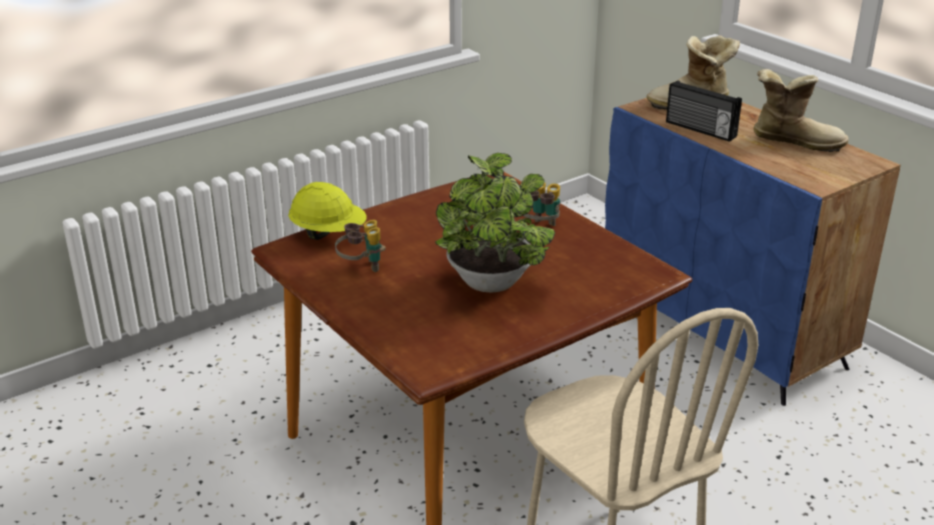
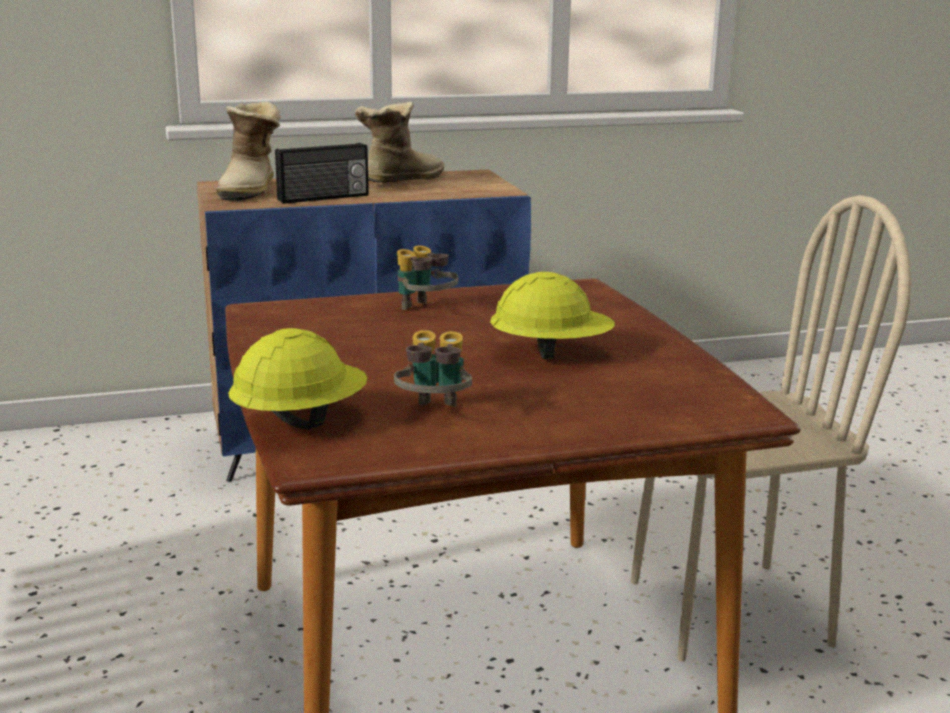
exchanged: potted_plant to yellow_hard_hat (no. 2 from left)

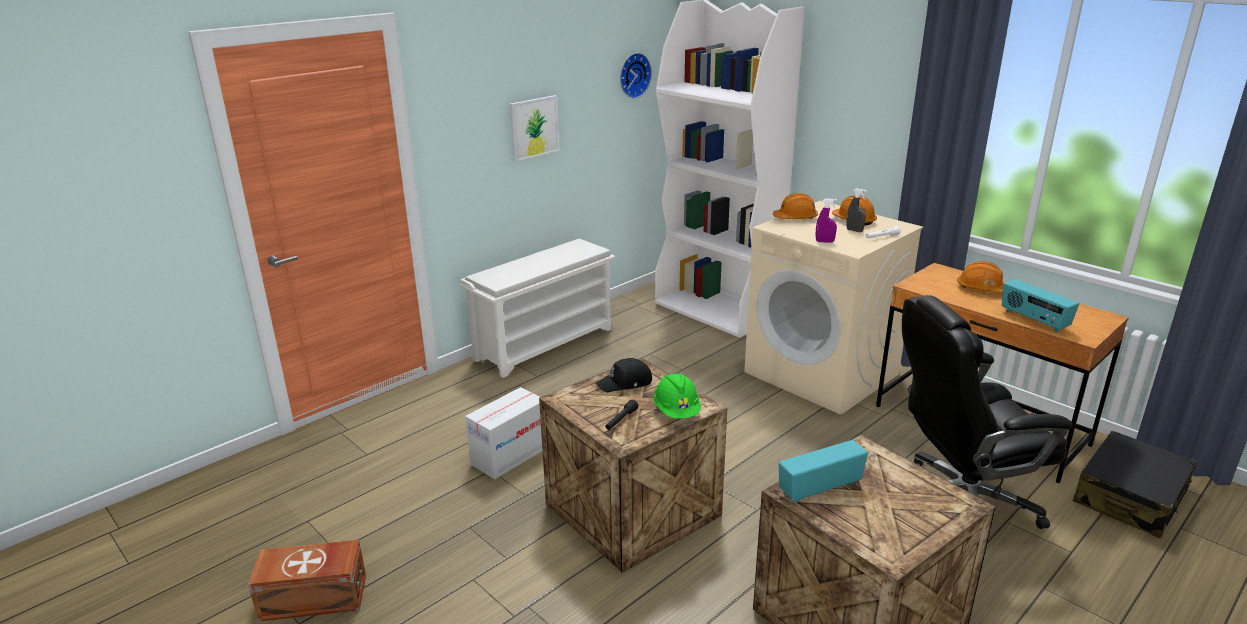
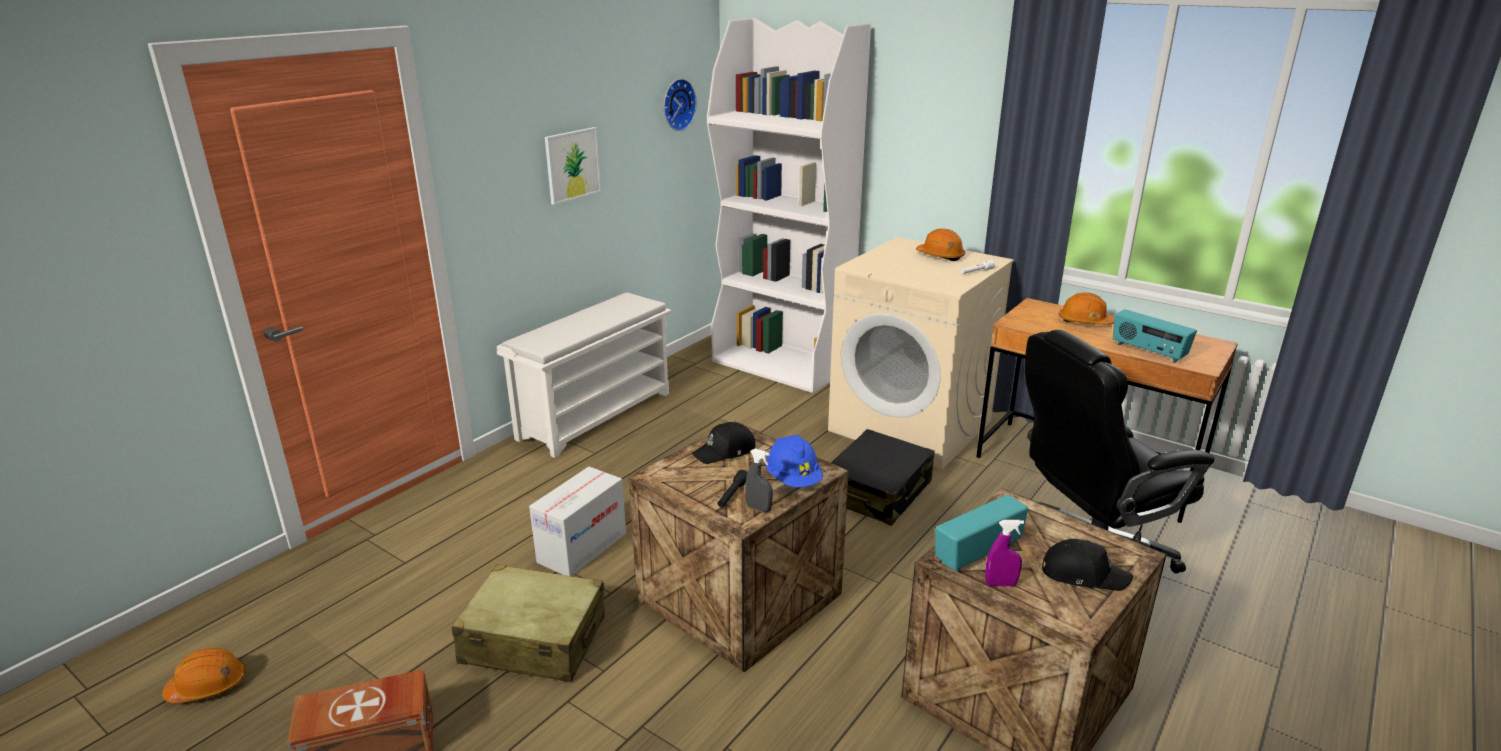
appeared: black_cap (no. 2 from left); beige_suitcase
relocated: grey_spray_bottle; orange_hard_hat (no. 1 from left); purple_spray_bottle; black_suitcase
colour: green_hard_hat to blue_hard_hat

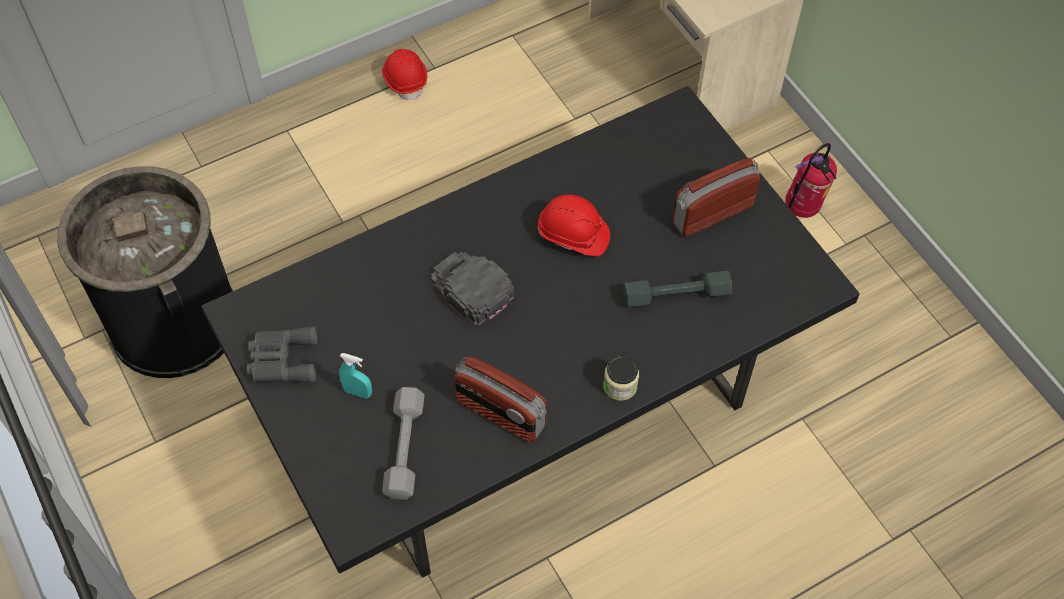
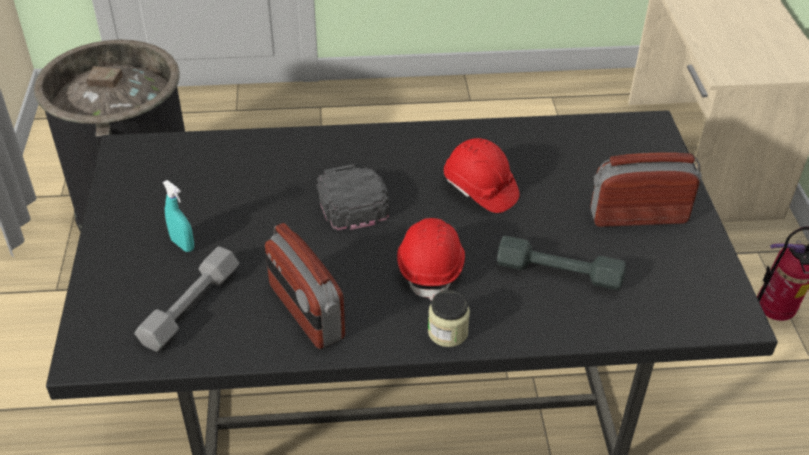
missing: grey_binoculars
relocated: red_hard_hat (no. 1 from left)

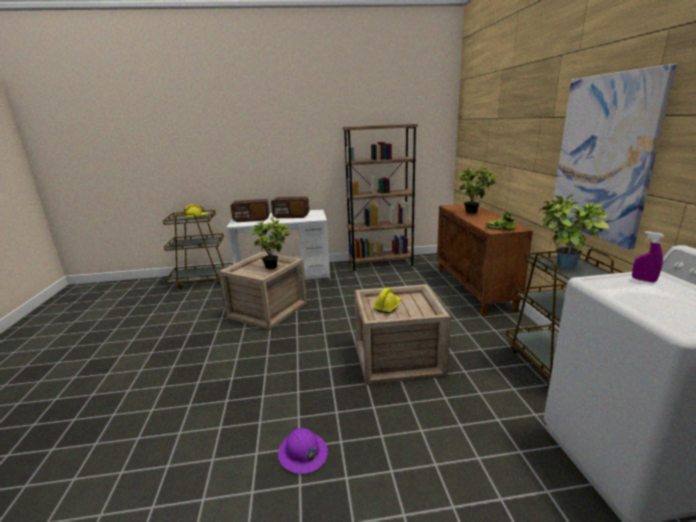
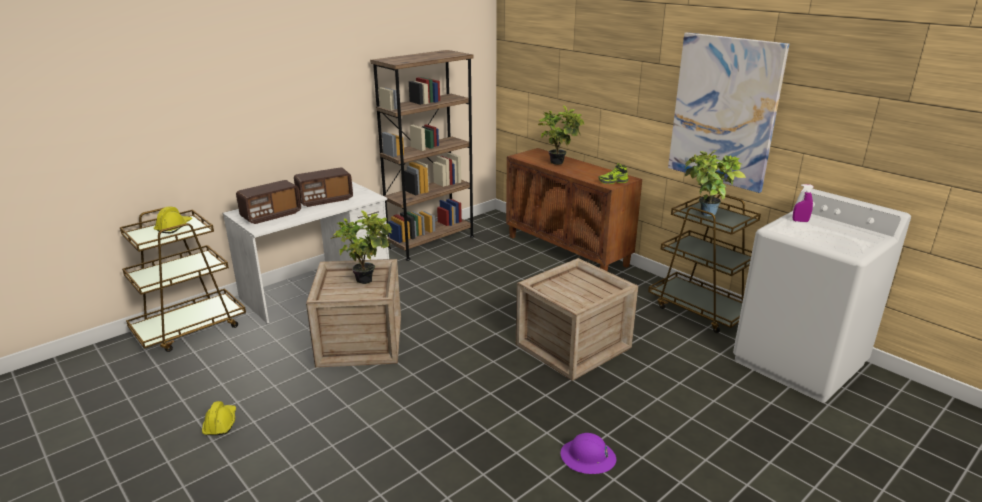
relocated: yellow_hard_hat (no. 2 from left)

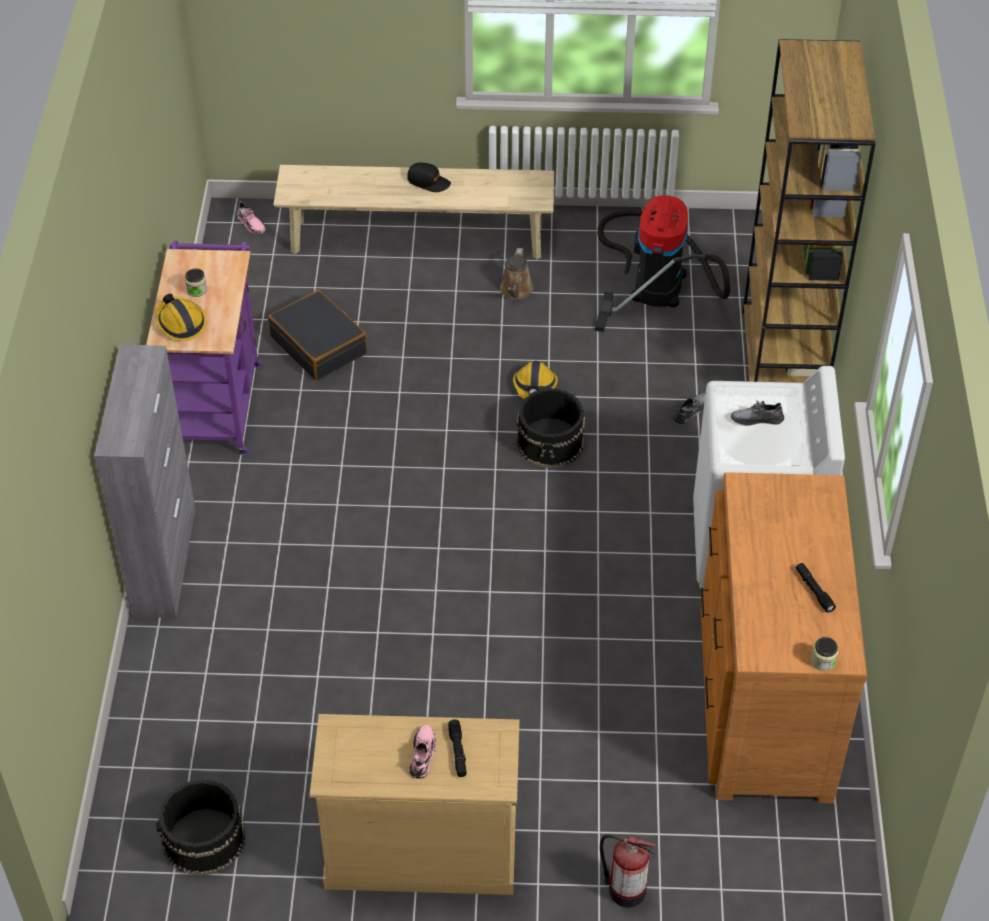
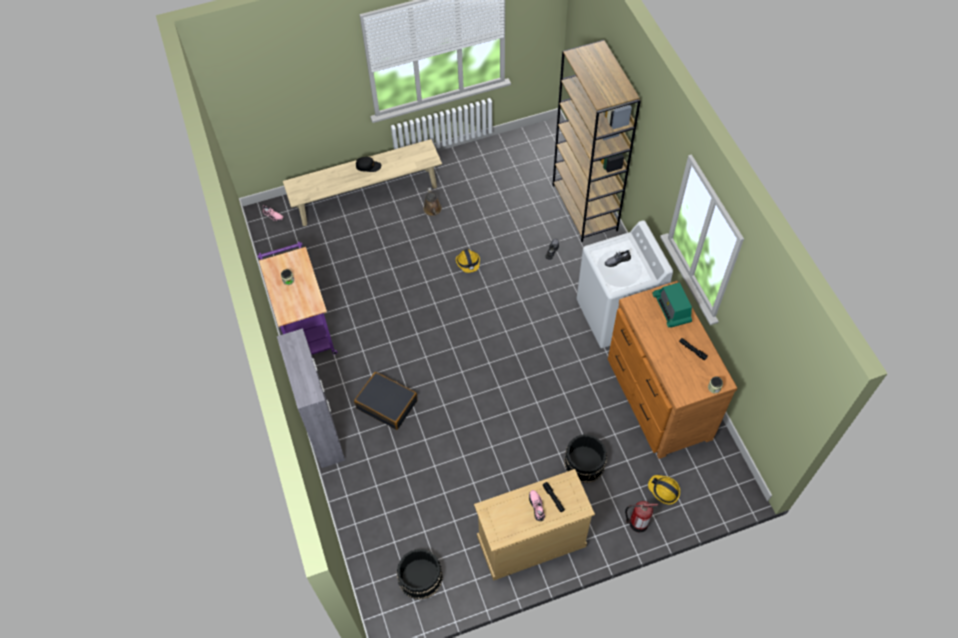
missing: vacuum_cleaner
appeared: radio
relocated: black_suitcase; hard_hat (no. 1 from left in the first image) to hard_hat (no. 2 from left); black_bucket (no. 2 from left)

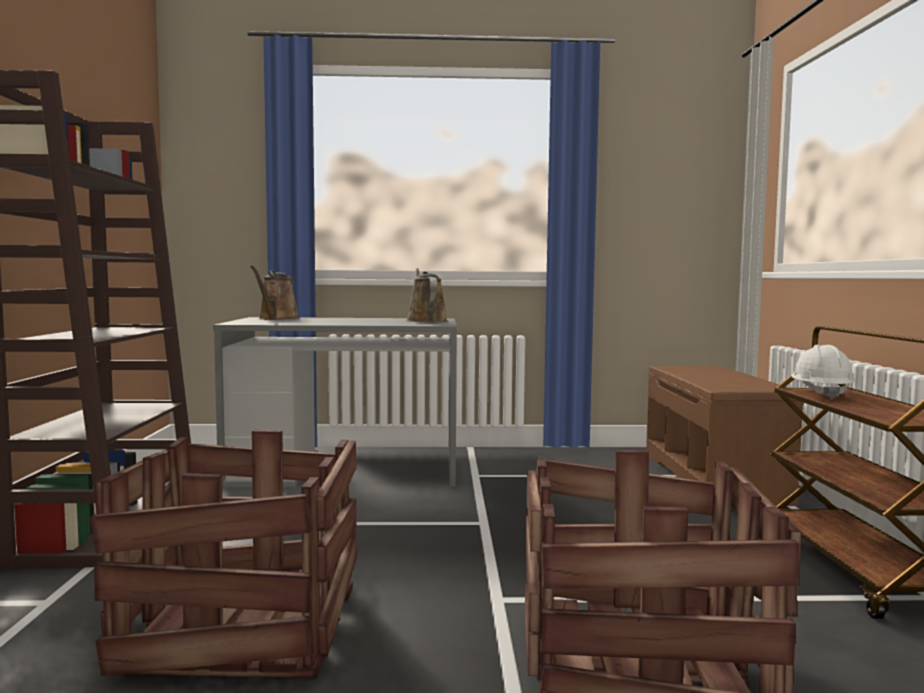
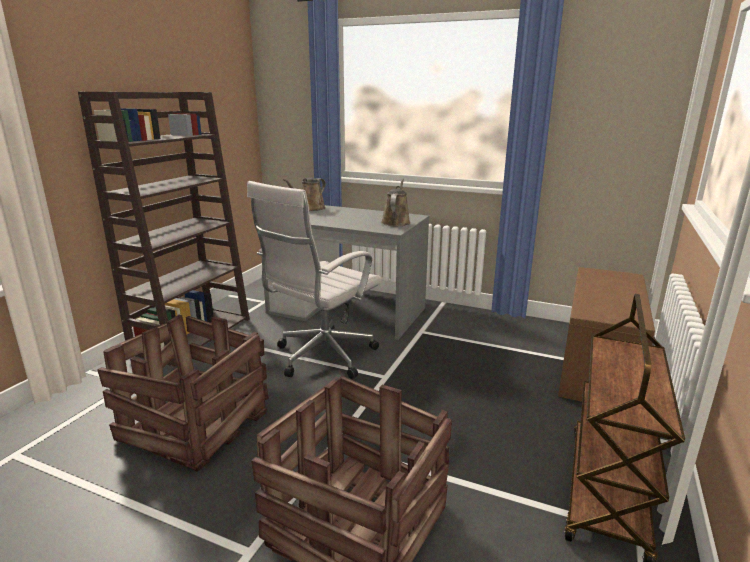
missing: white_hard_hat
appeared: white_office_chair

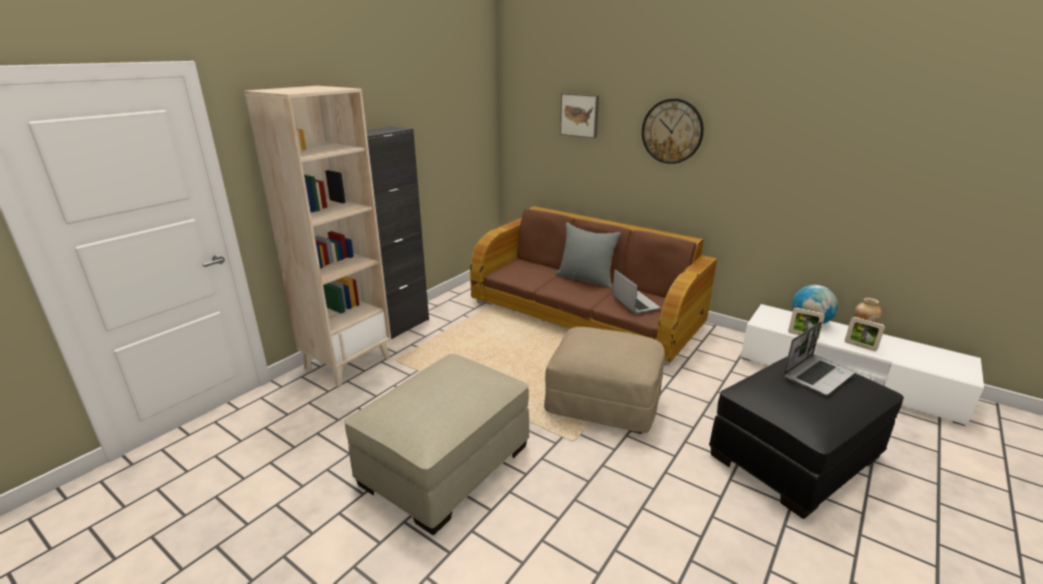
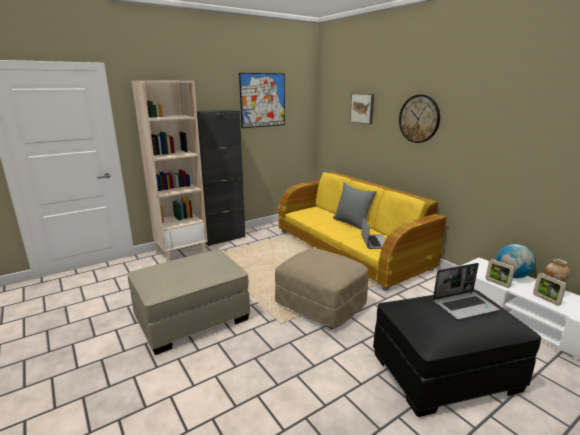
appeared: picture (no. 1 from left)
colour: brown_sofa to yellow_sofa

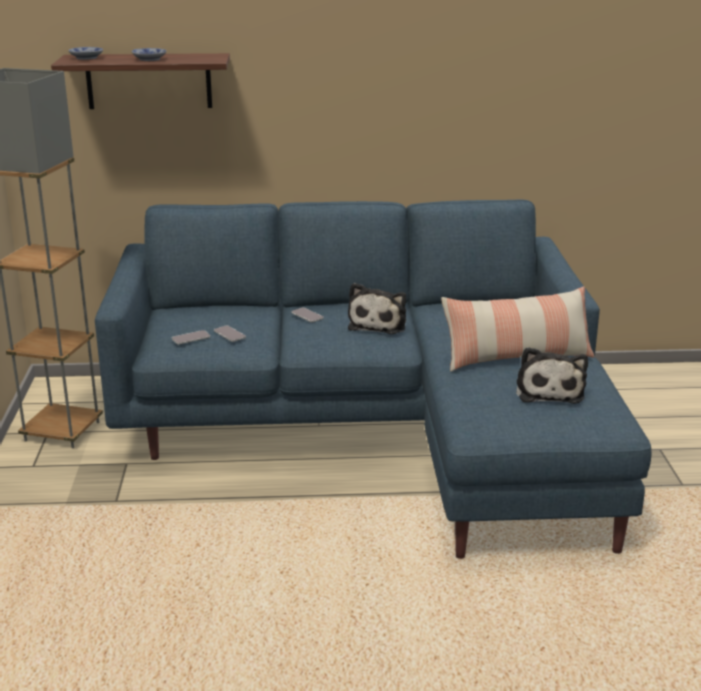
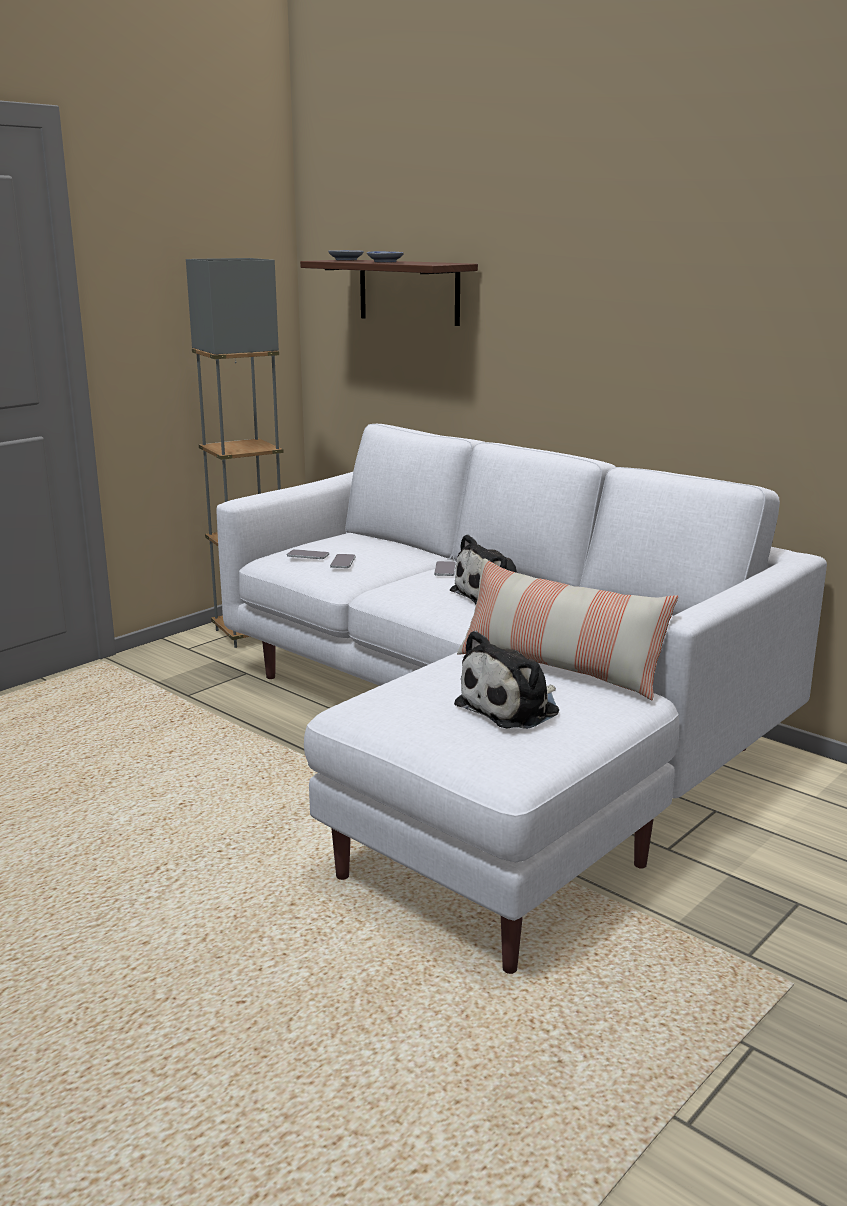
colour: blue_sofa to white_sofa

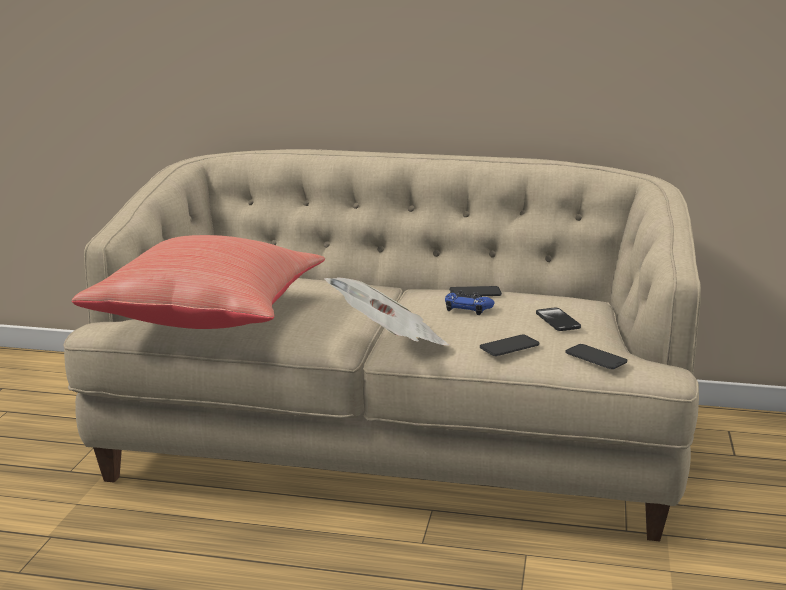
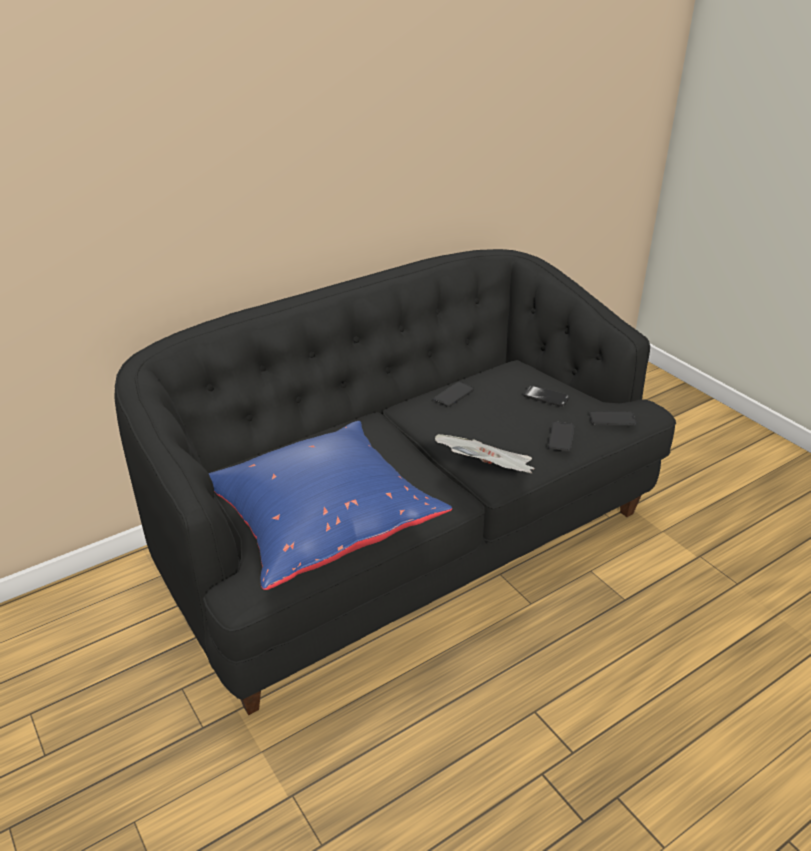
missing: blue_game_controller
colour: beige_sofa to black_sofa; red_pillow to blue_pillow

